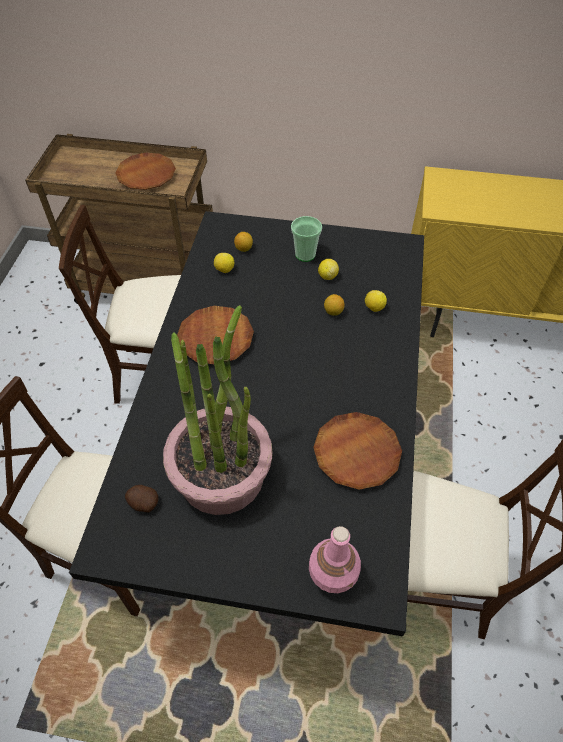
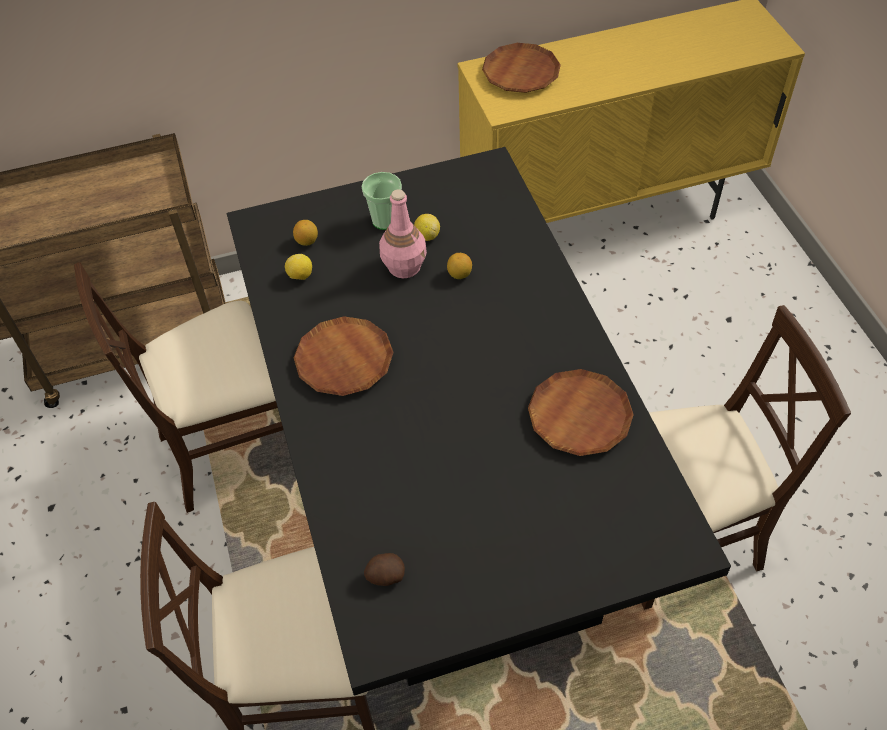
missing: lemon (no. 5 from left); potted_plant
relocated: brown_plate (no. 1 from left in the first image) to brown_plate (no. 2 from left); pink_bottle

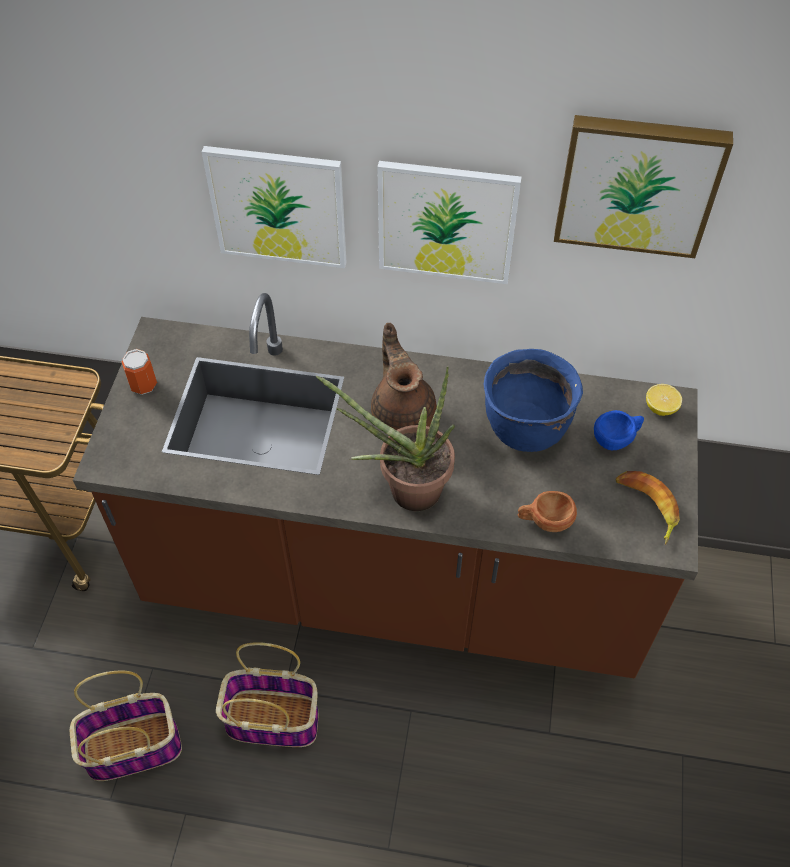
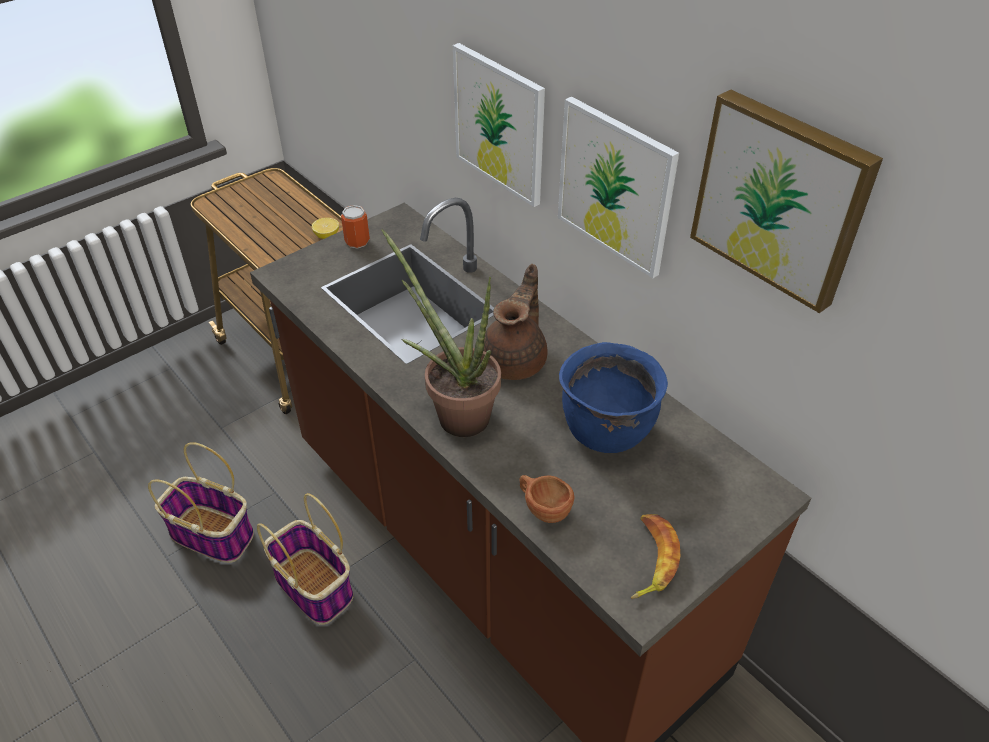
missing: blue_cup
relocated: lemon

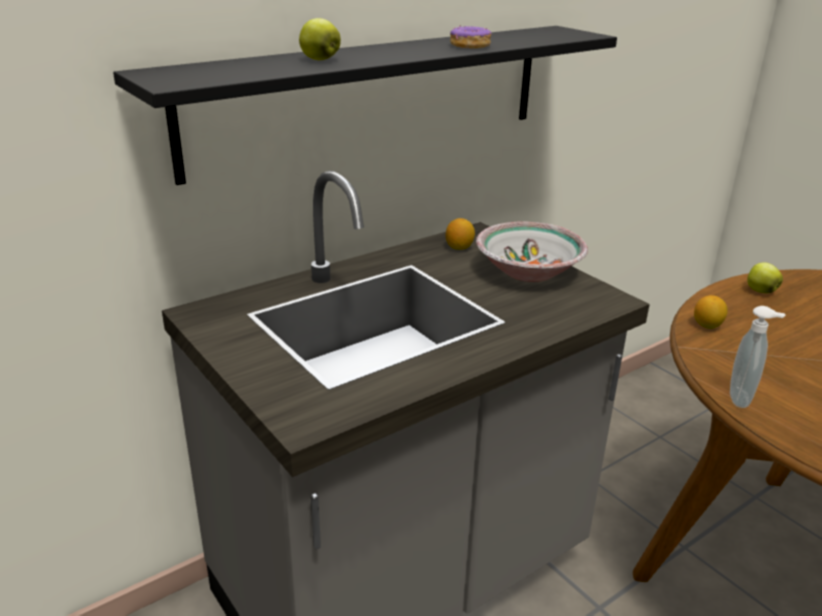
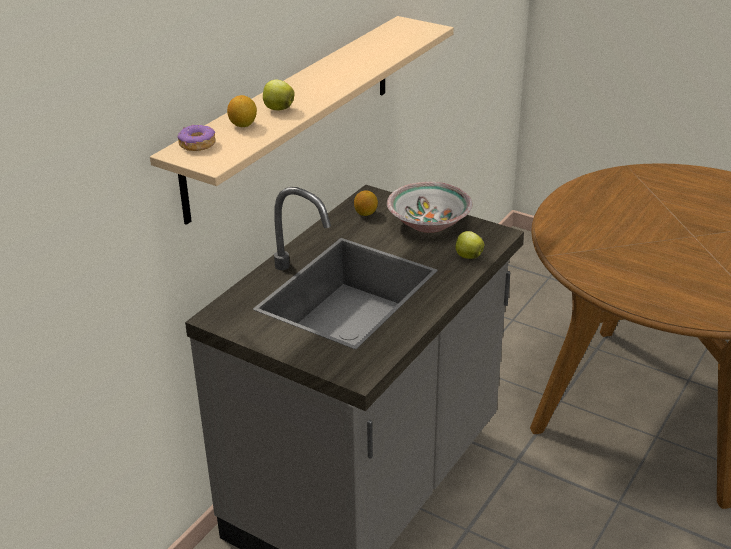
missing: soap_dispenser
relocated: donut; apple (no. 2 from left); lemon (no. 2 from left in the first image) to lemon (no. 1 from left)
colour: black_shelf to beige_shelf

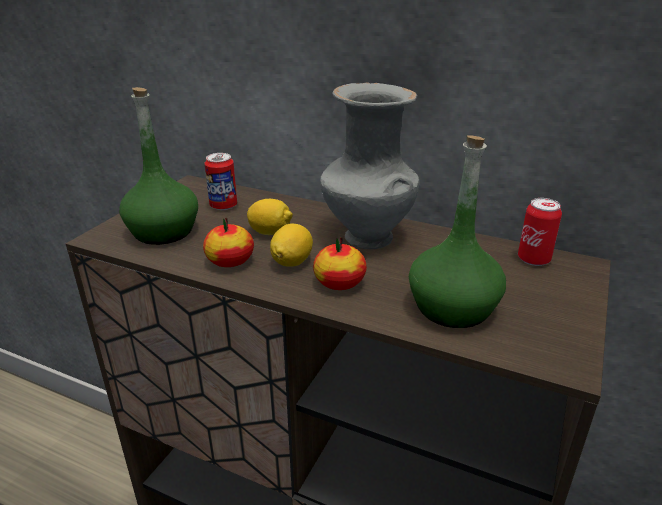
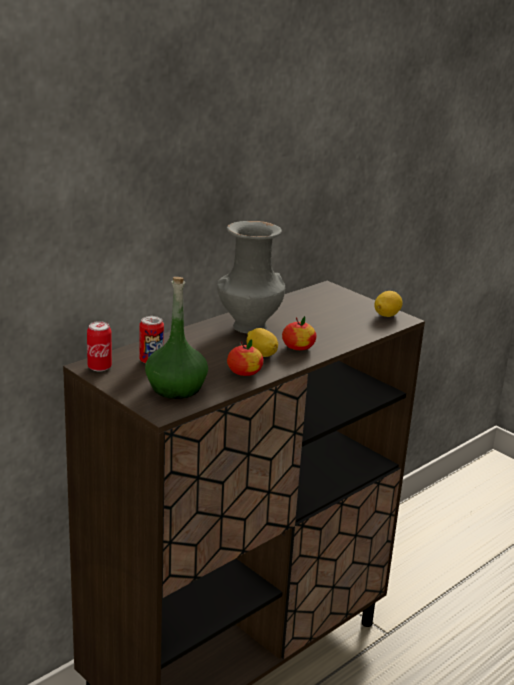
missing: green_bottle (no. 2 from left)
relocated: can (no. 2 from left in the first image) to can (no. 1 from left); lemon (no. 1 from left in the first image) to lemon (no. 2 from left)

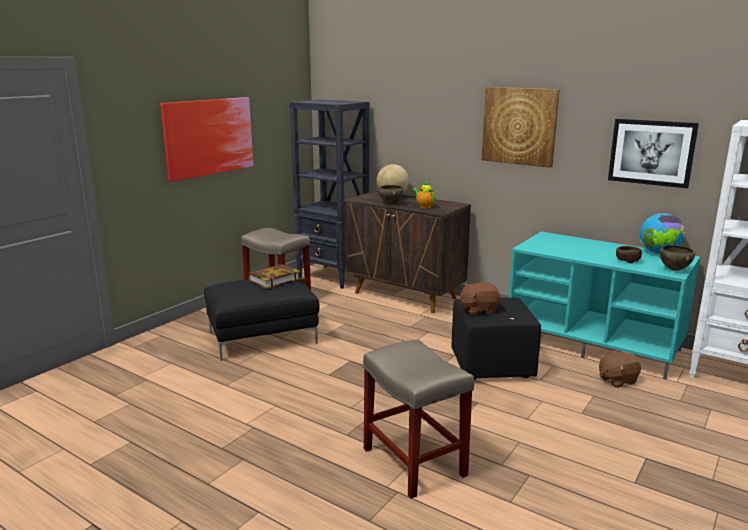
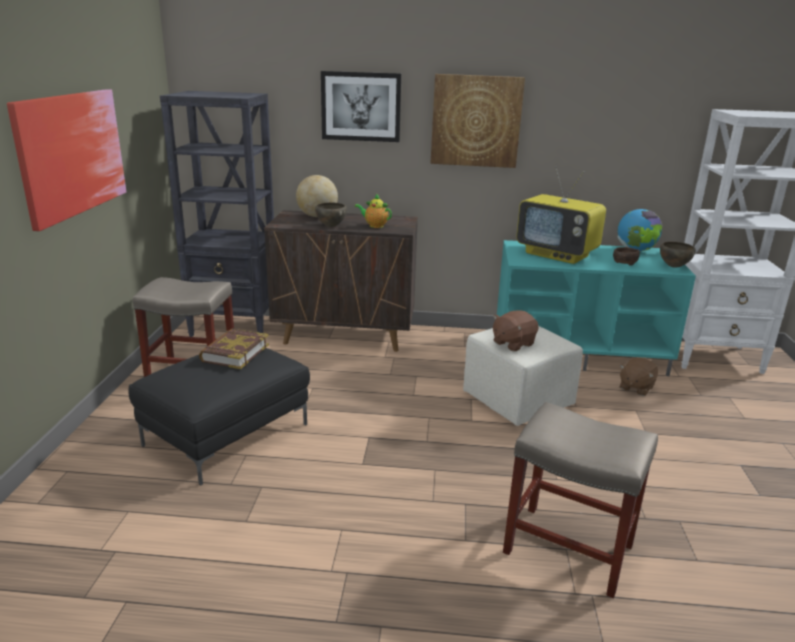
appeared: television
relocated: picture (no. 3 from left in the first image) to picture (no. 2 from left)
colour: black_ottoman (no. 2 from left) to beige_ottoman

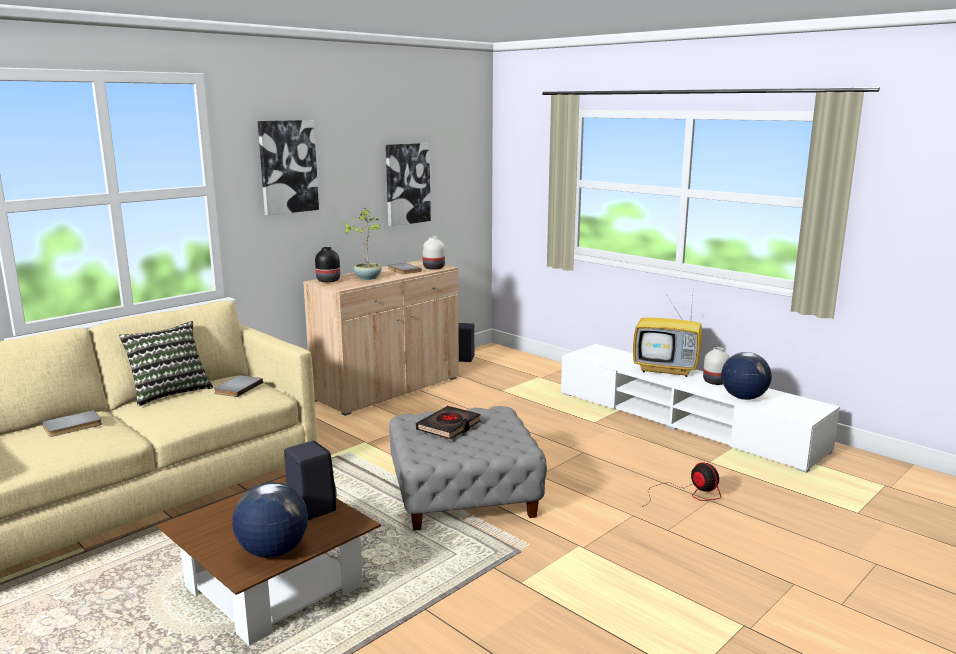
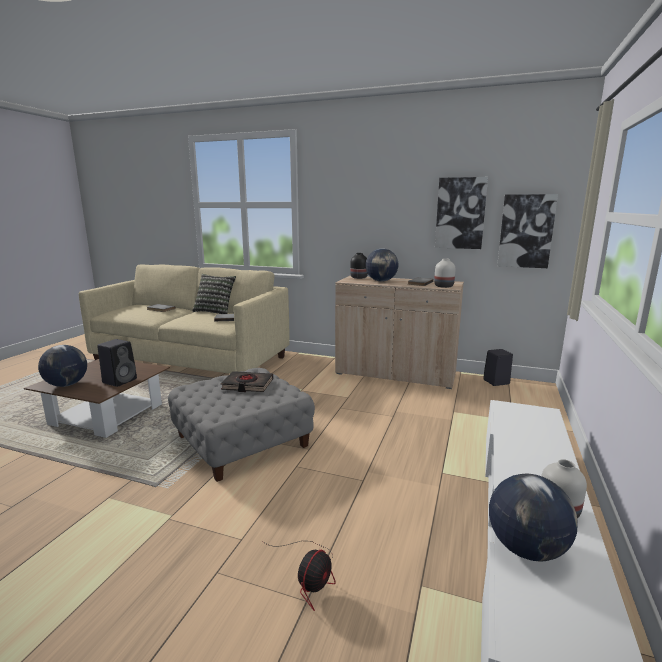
missing: television
relocated: picture (no. 1 from left in the first image) to picture (no. 2 from left)
exchanged: potted_plant to globe (no. 2 from left)

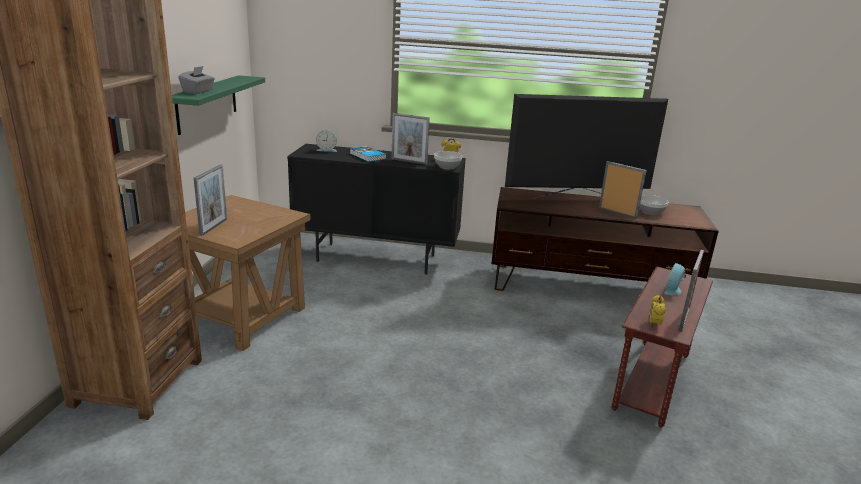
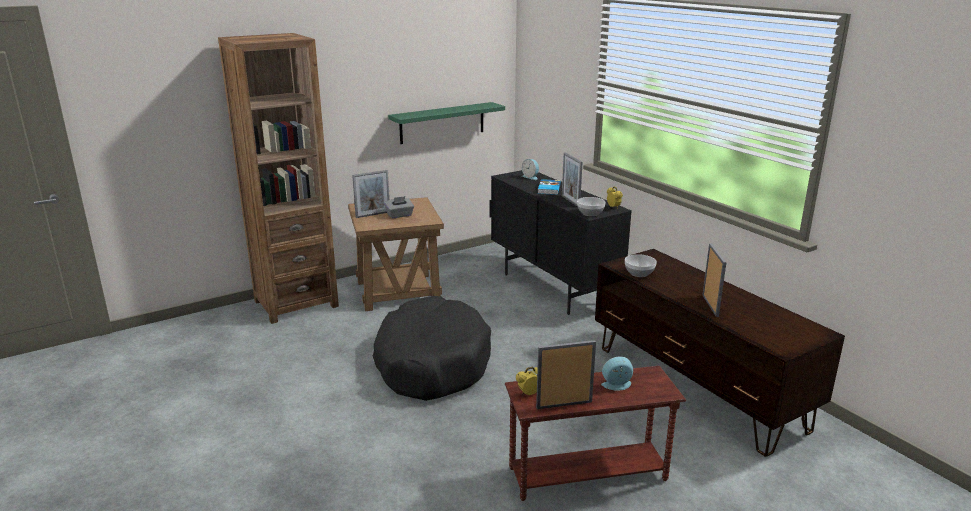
missing: television
appeared: black_dog_bed
relocated: grey_tissue_box; bowl (no. 2 from left)

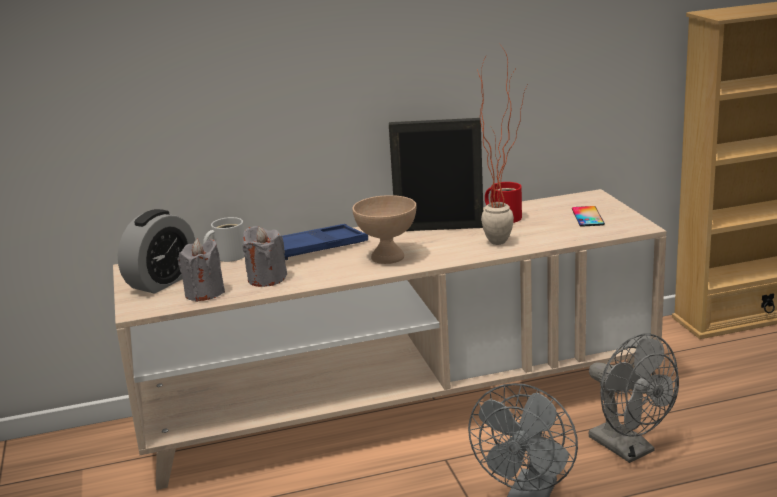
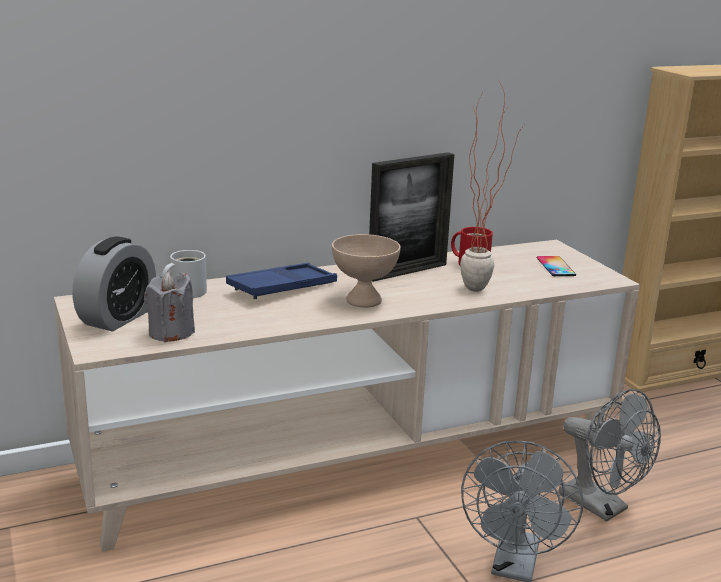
missing: grey_candle (no. 2 from left)
spun: picture_frame 150 degrees clockwise

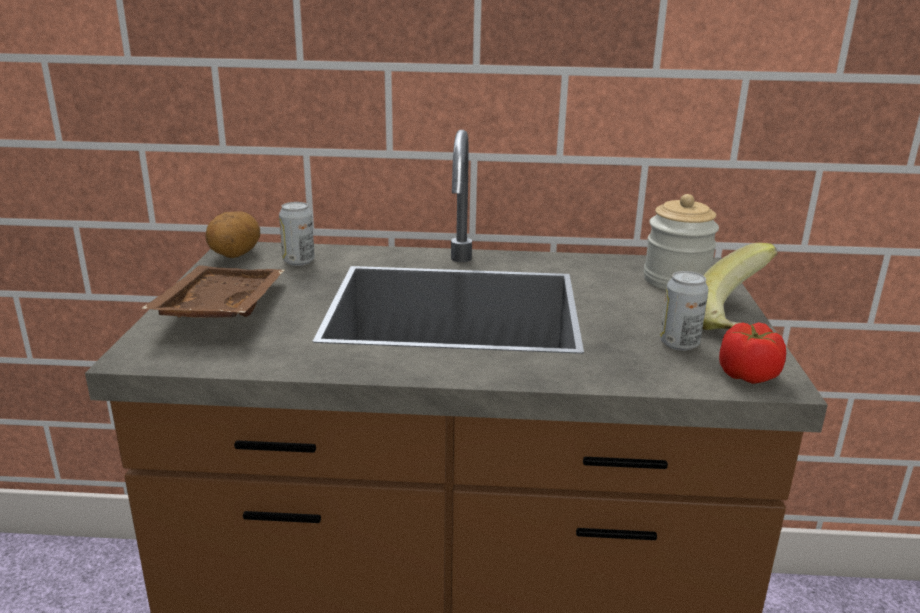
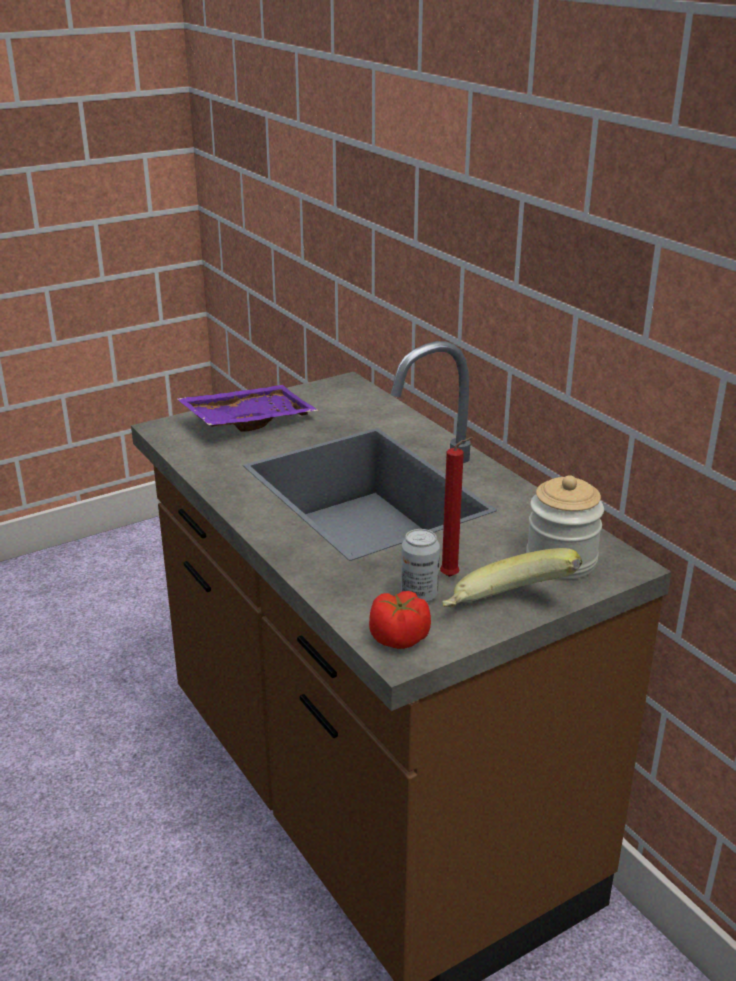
missing: can (no. 1 from left); potato
appeared: red_candle
colour: brown_tray to purple_tray

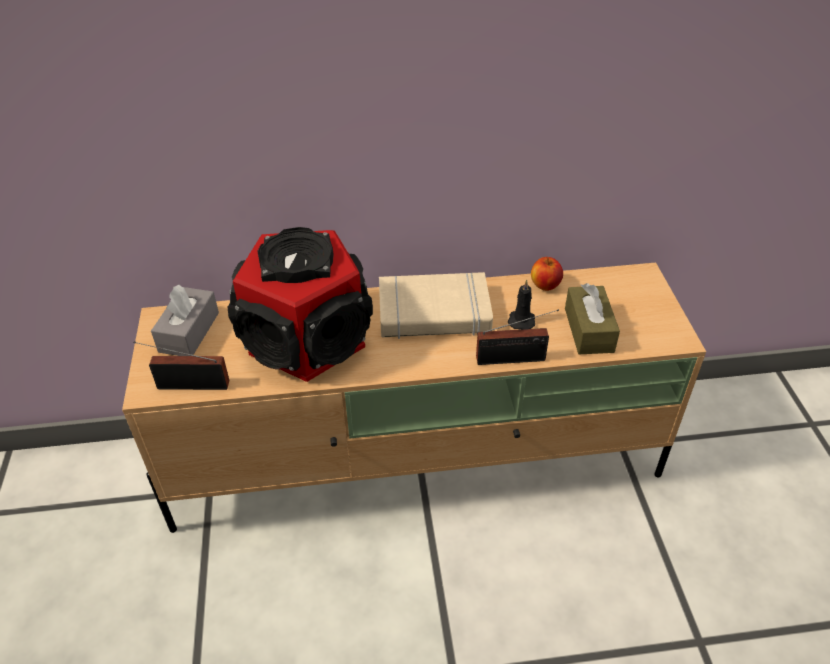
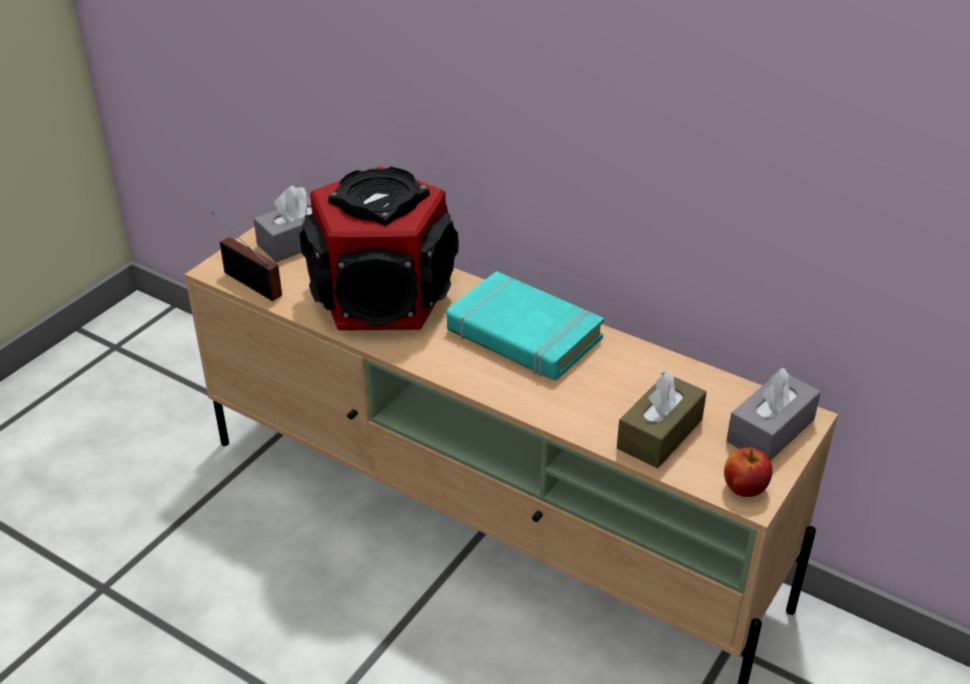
missing: black_candle; radio (no. 2 from left)
appeared: grey_tissue_box (no. 2 from left)
relocated: apple
colour: beige_book to turquoise_book

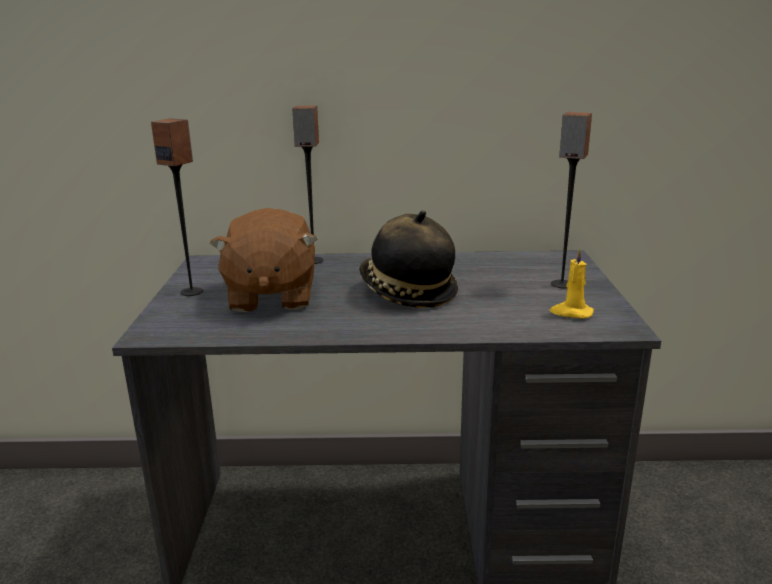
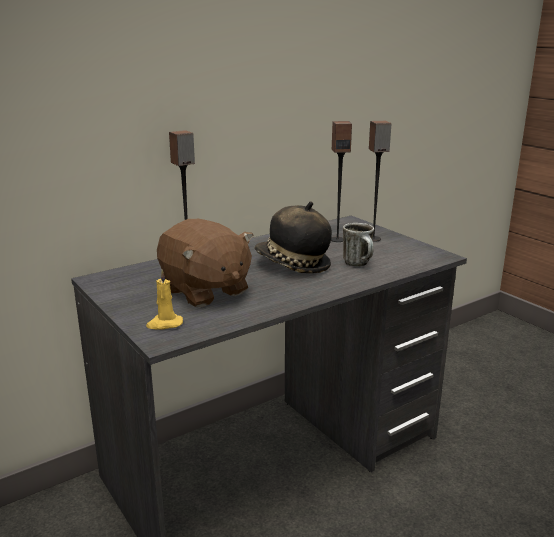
appeared: mug
relocated: speaker (no. 1 from left in the first image) to speaker (no. 2 from left); yellow_candle

